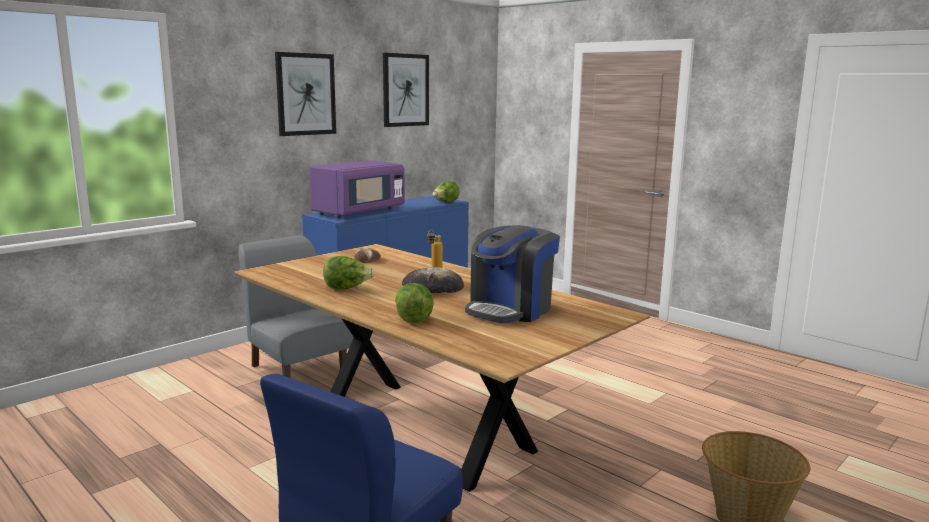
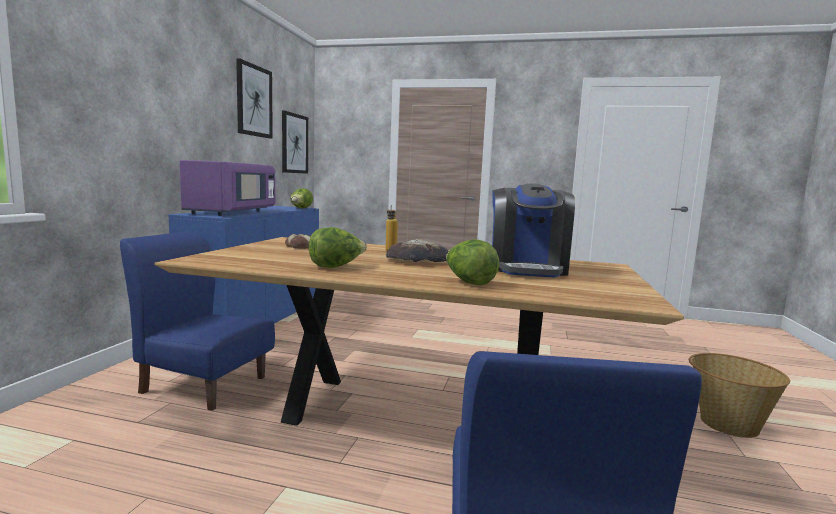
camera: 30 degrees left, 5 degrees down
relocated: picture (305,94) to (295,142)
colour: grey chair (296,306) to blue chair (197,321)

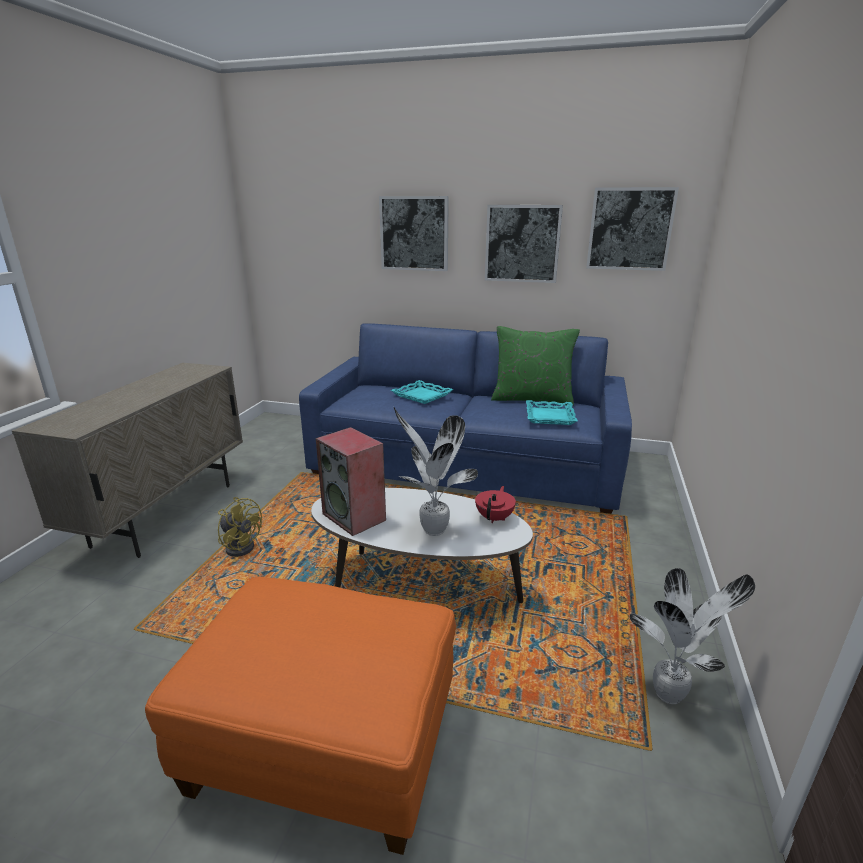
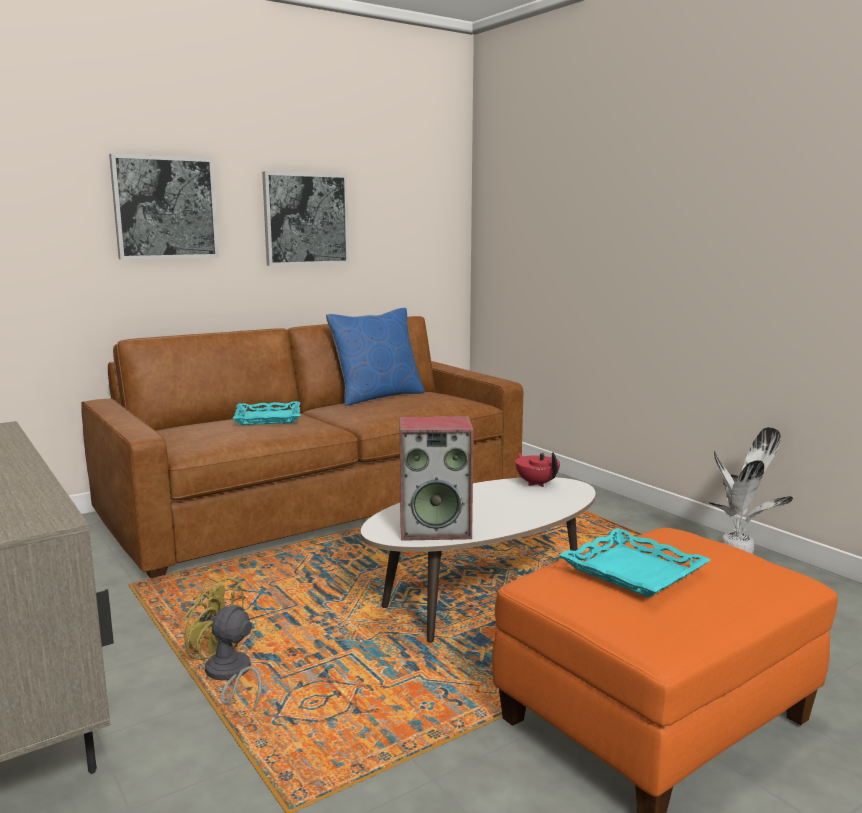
camera: 50 degrees left, 10 degrees down
missing: potted plant (436,471); picture (632,229)
relocated: turquoise tray (552,412) to (635,563)
colour: blue sofa (465,418) to brown sofa (302,447); green pillow (535,366) to blue pillow (375,357)
spun: yellow fan (240,527) = (222,644) 135 degrees counterclockwise

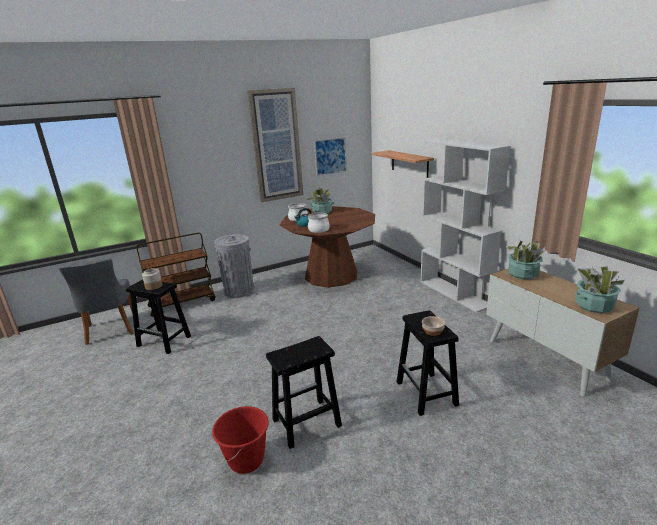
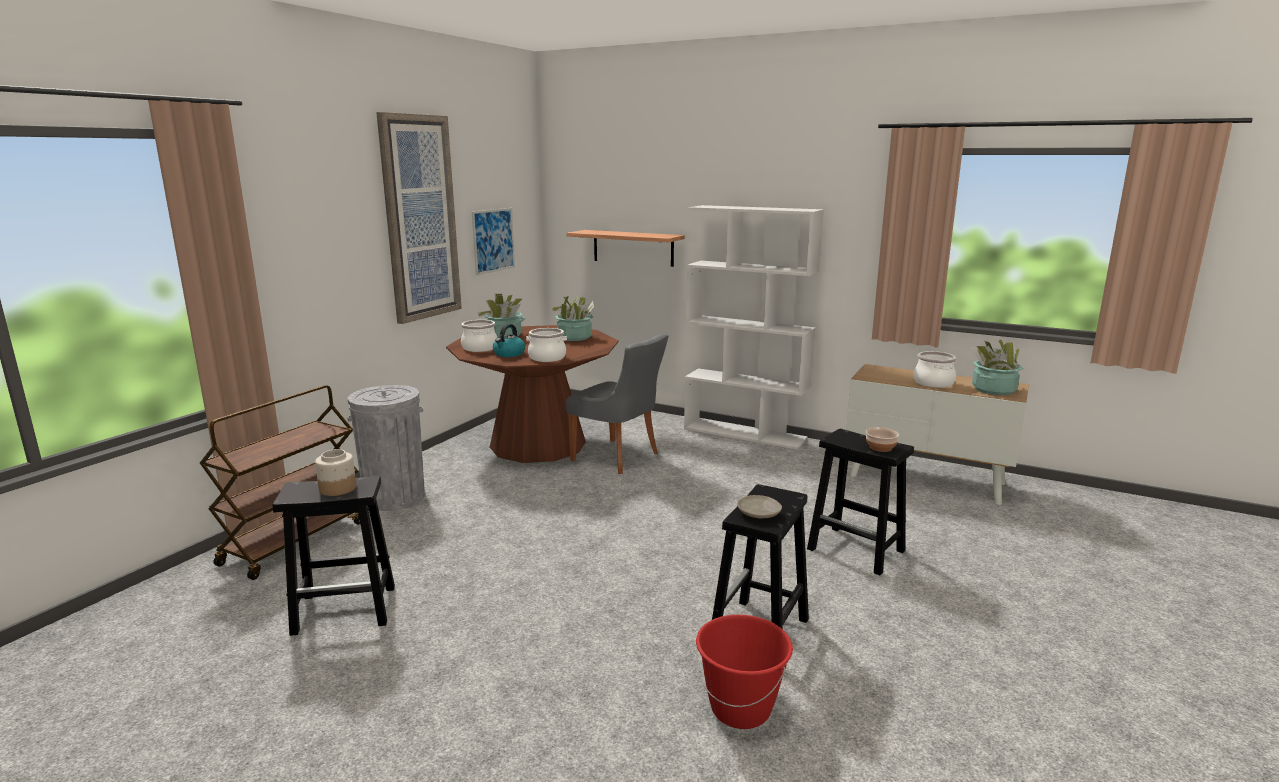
camera: 35 degrees left, 5 degrees down
appeared: beige plate (759,507); cooking pot (935,369)
relocated: potted plant (525,259) to (571,318); grey chair (96,301) to (617,404)

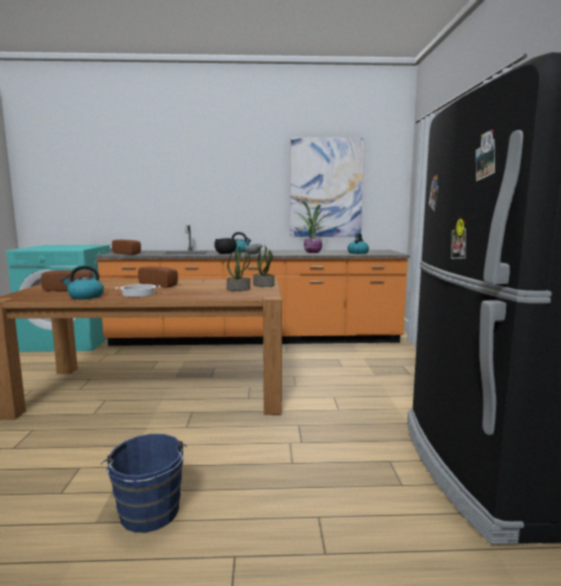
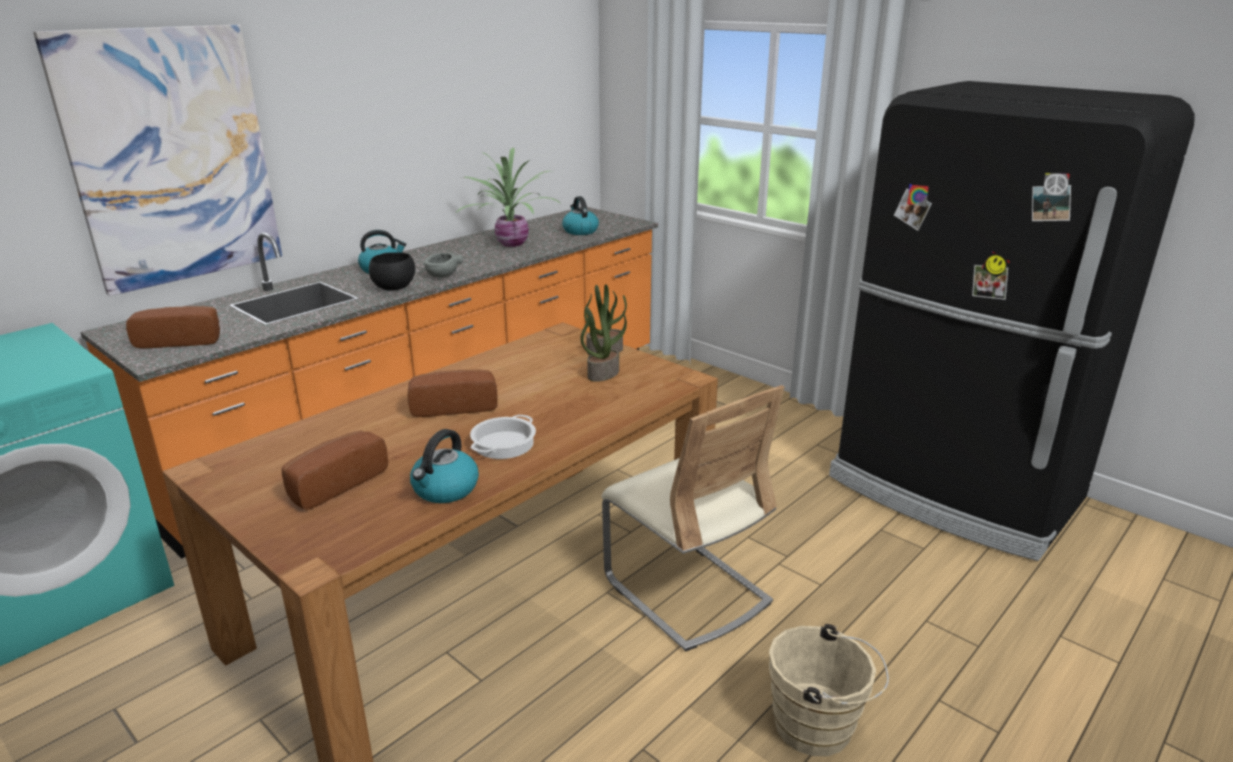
camera: 45 degrees left, 15 degrees up
appeared: beige chair (693,518)
relocated: picture (327,187) to (157,160)
colour: blue bucket (144,483) to beige bucket (829,690)

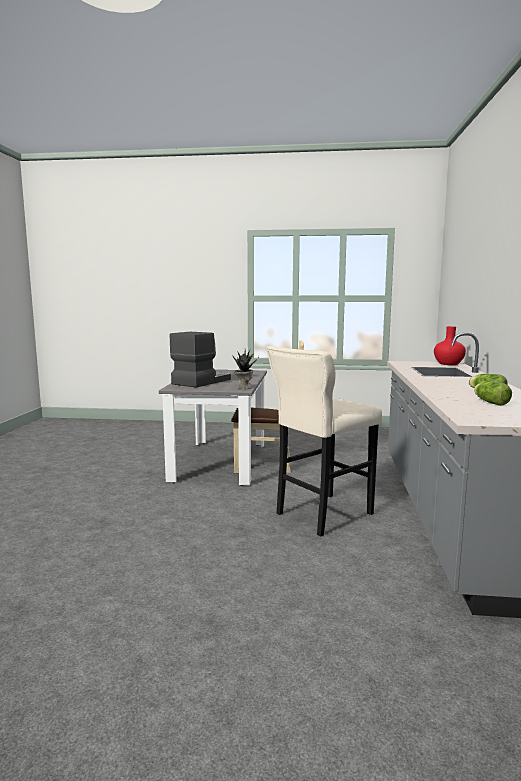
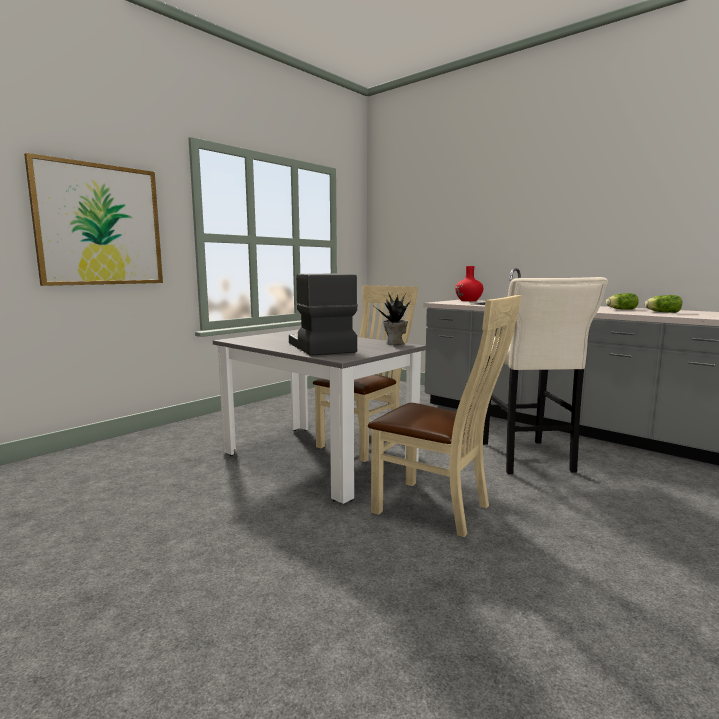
camera: 55 degrees left, 0 degrees up
appeared: picture (93,219); beige chair (445,416)

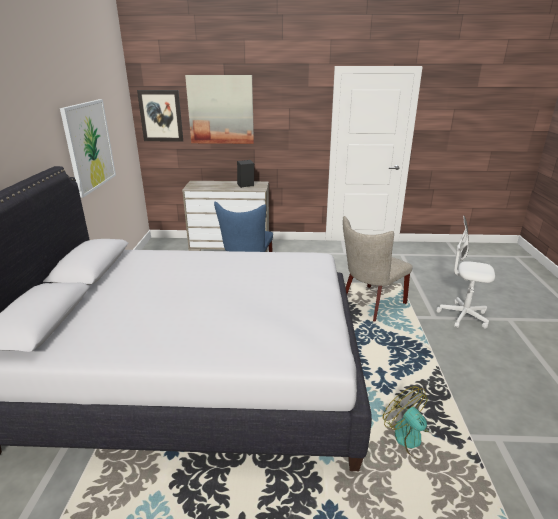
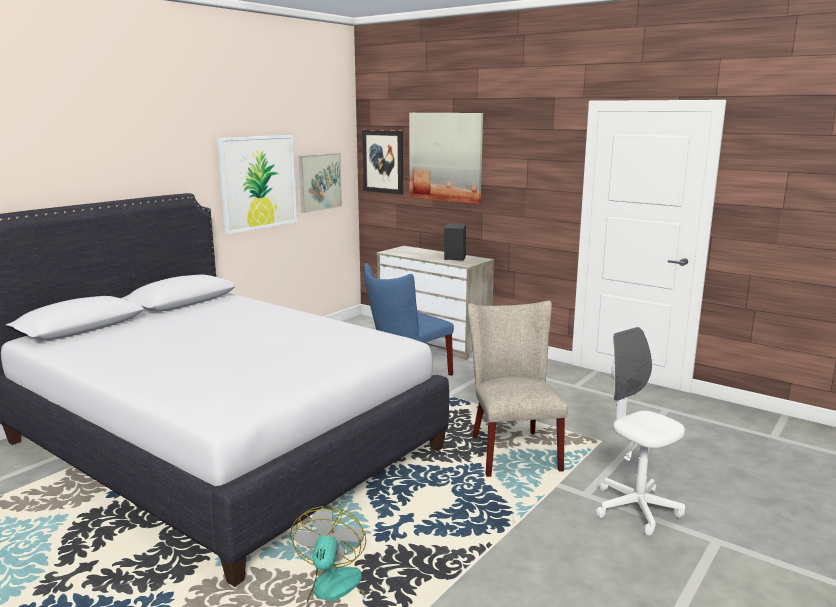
camera: 35 degrees right, 10 degrees down
appeared: picture (320,183)
spun: beige chair (378,269) = (517,389) 90 degrees clockwise

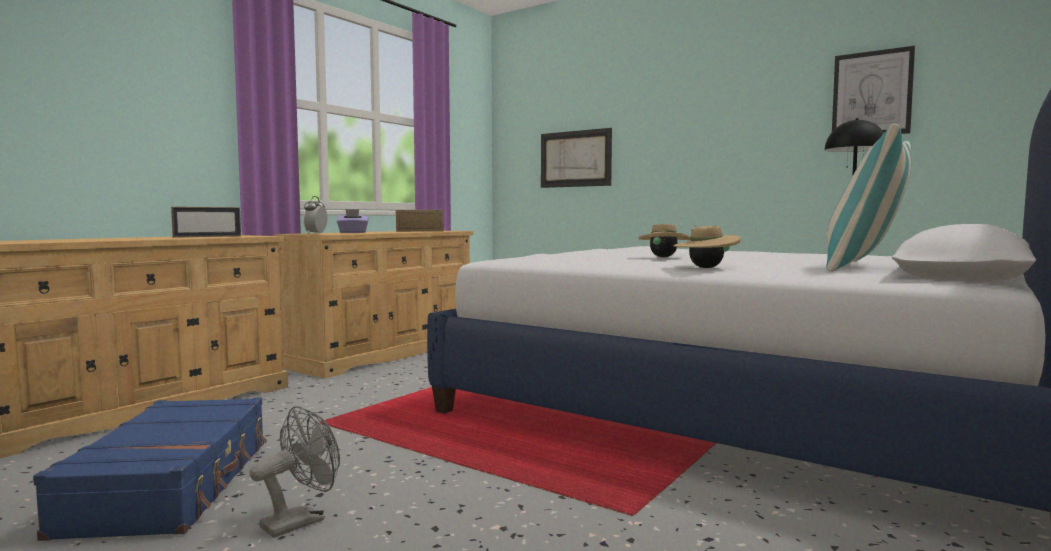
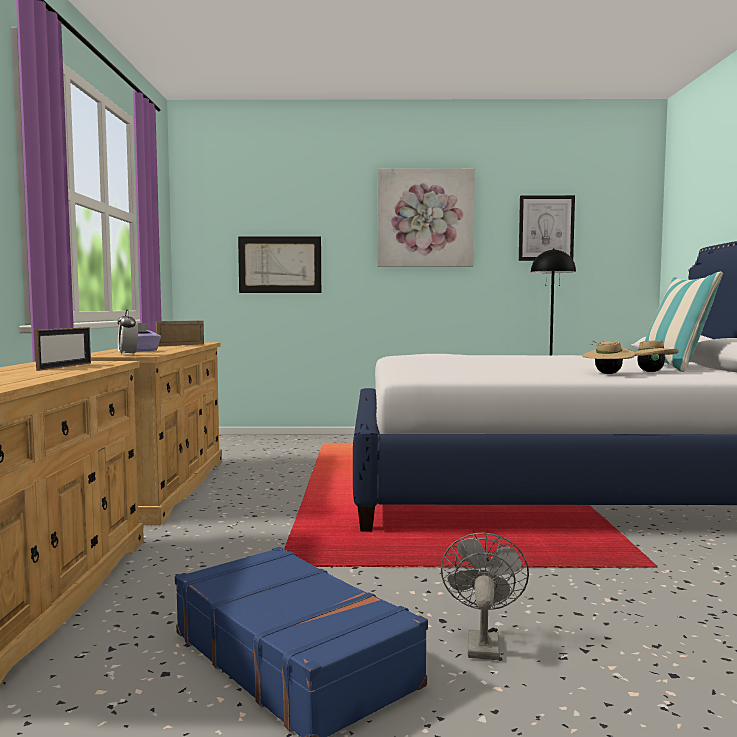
camera: 35 degrees left, 0 degrees up
appeared: picture (426,217)
relocated: beige hat (664,240) to (656,356)

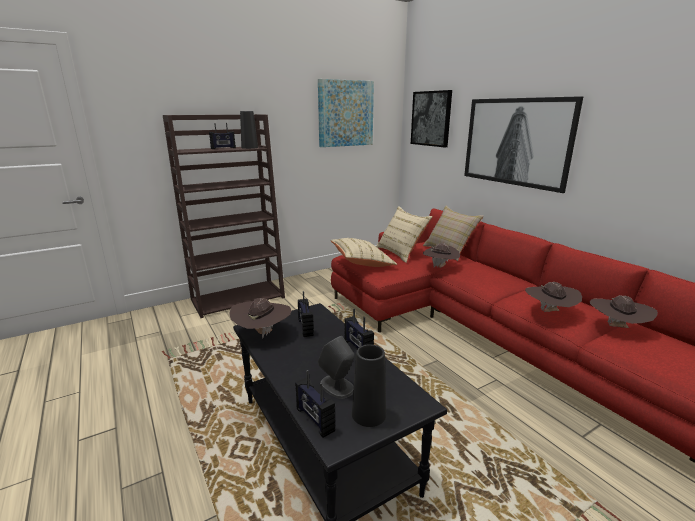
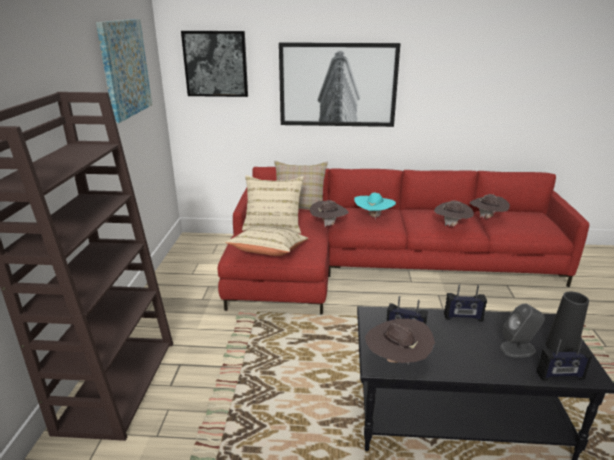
camera: 55 degrees left, 5 degrees up
missing: radio (222,136); black vase (249,130)
appeared: turquoise hat (375,206)

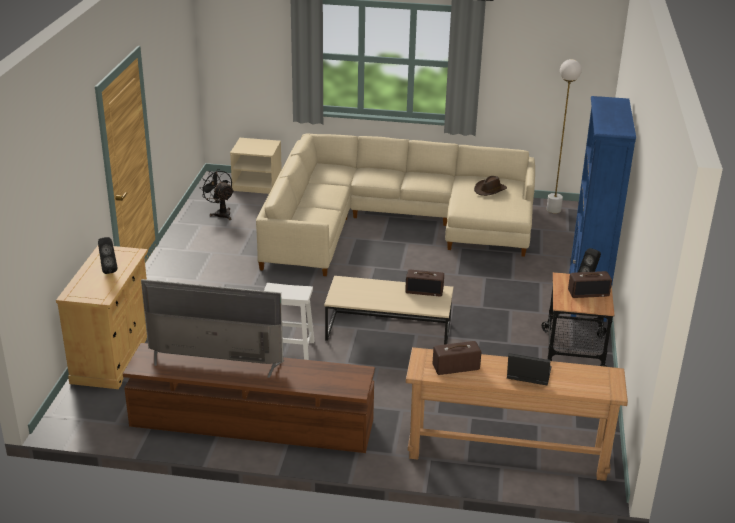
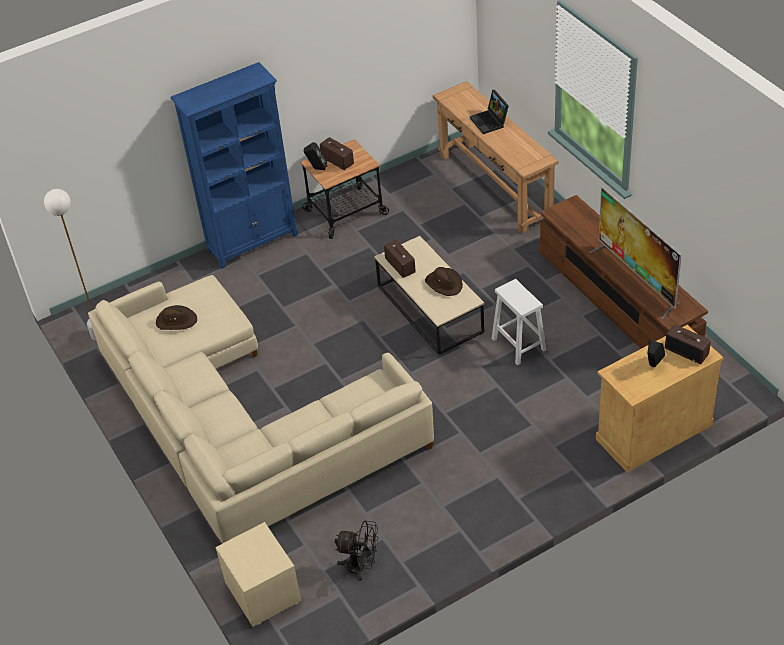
camera: 125 degrees left, 15 degrees up
appeared: brown hat (444,281)
relocated: radio (457,358) to (688,344)
spun: black fan (216,194) = (356,550) 90 degrees counterclockwise

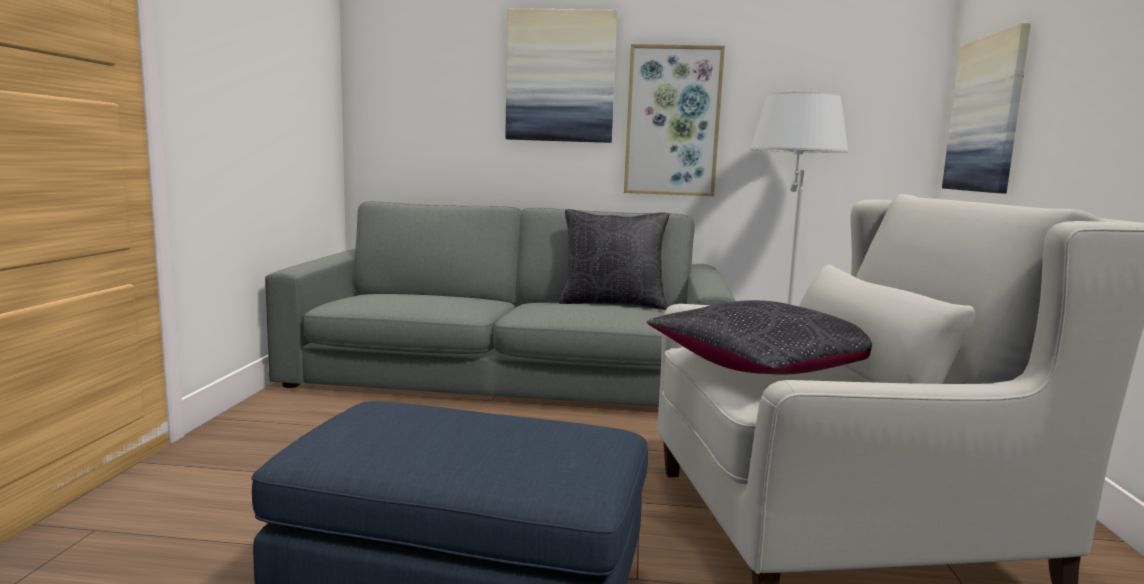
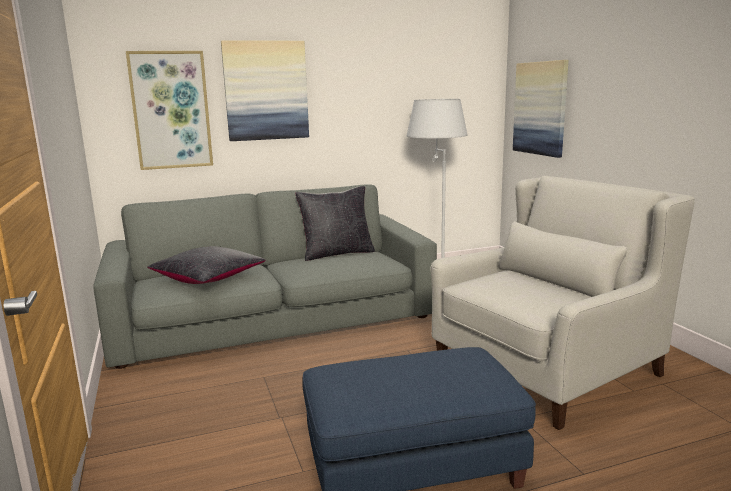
camera: 25 degrees left, 5 degrees up
relocated: picture (674,120) to (169,110); black pillow (759,337) to (206,265)

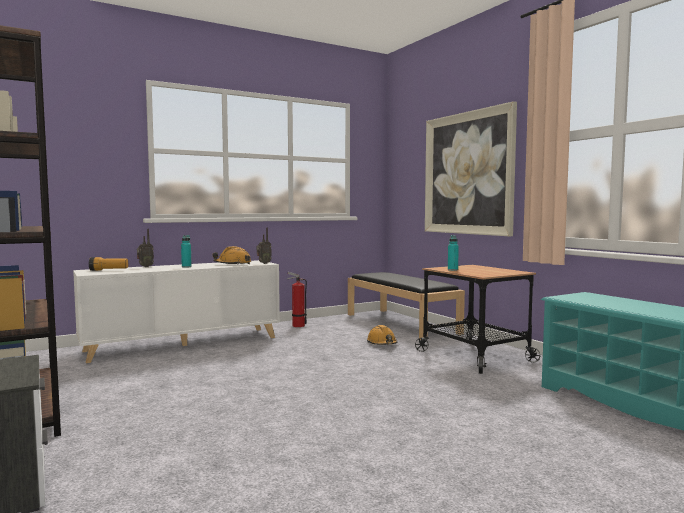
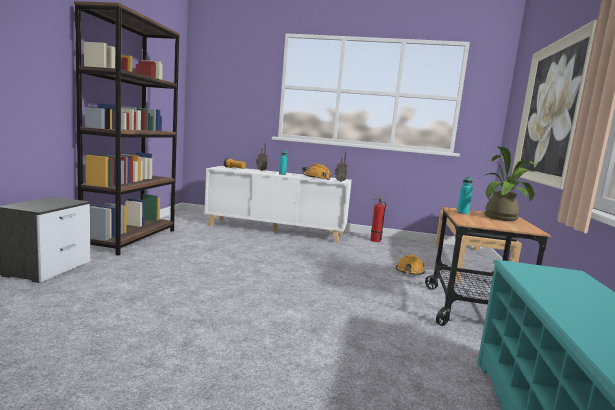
camera: 40 degrees right, 5 degrees up
appeared: potted plant (509,183)

